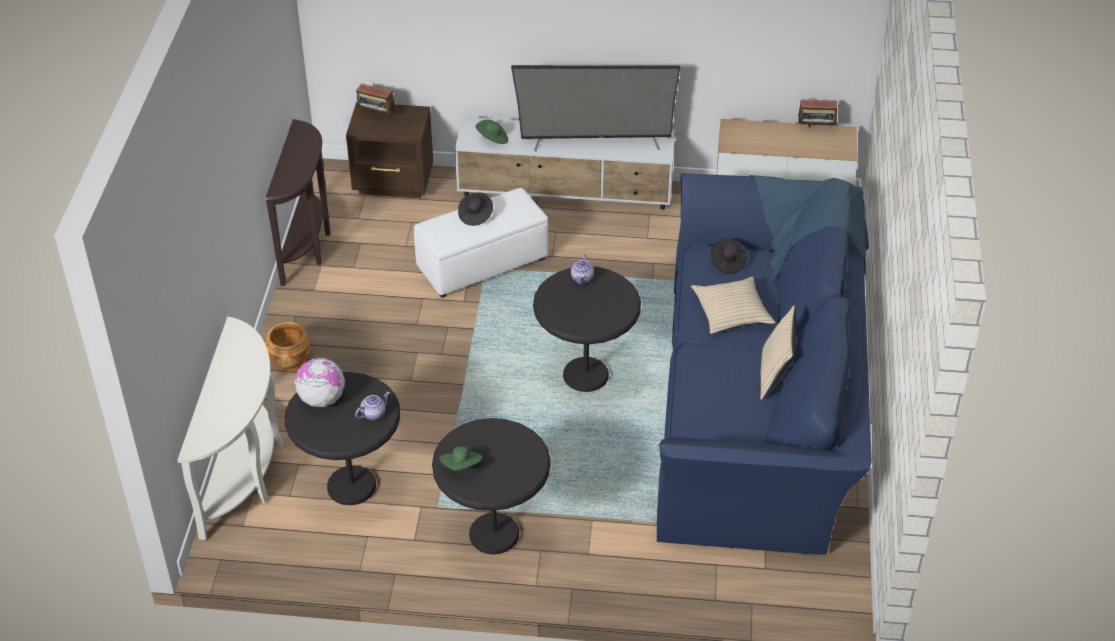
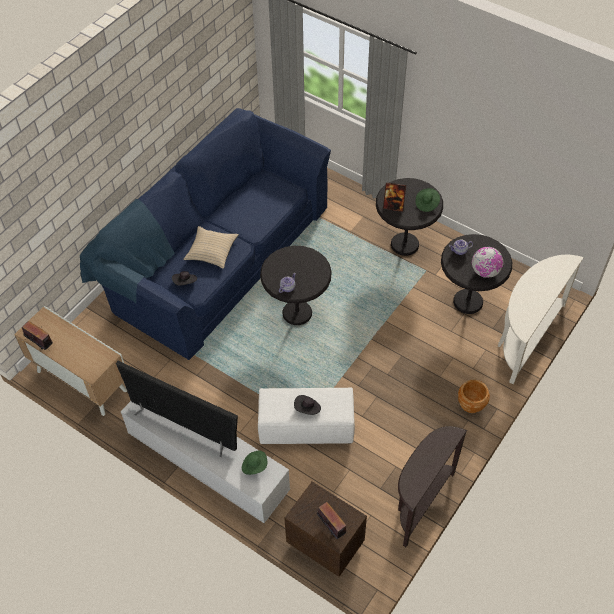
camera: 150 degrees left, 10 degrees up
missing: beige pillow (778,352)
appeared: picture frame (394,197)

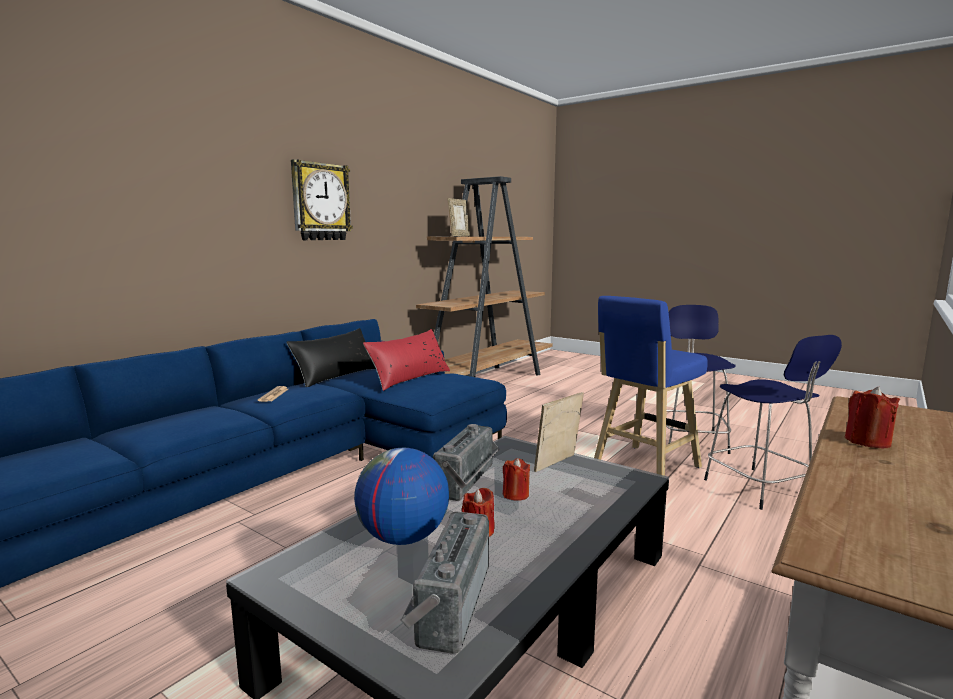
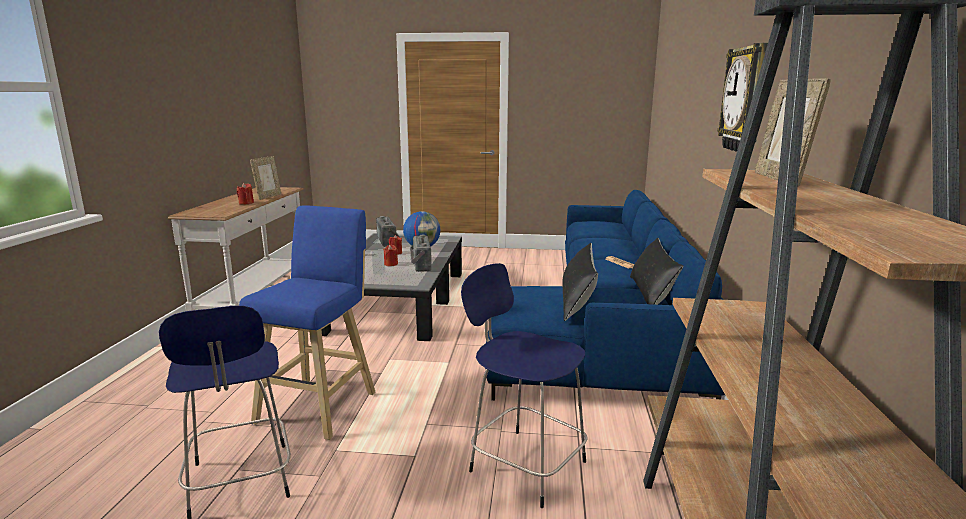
camera: 150 degrees right, 5 degrees up
relocated: picture frame (559,432) to (265,178); blue stool (773,422) to (524,385)
colour: red pillow (406,360) to black pillow (580,282)

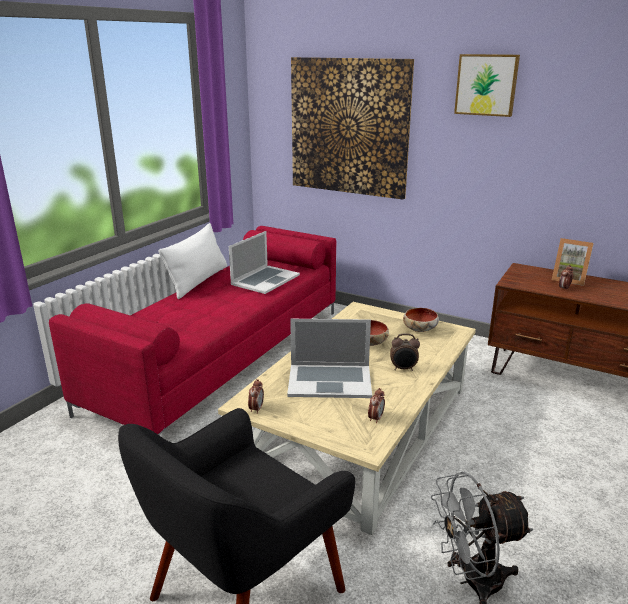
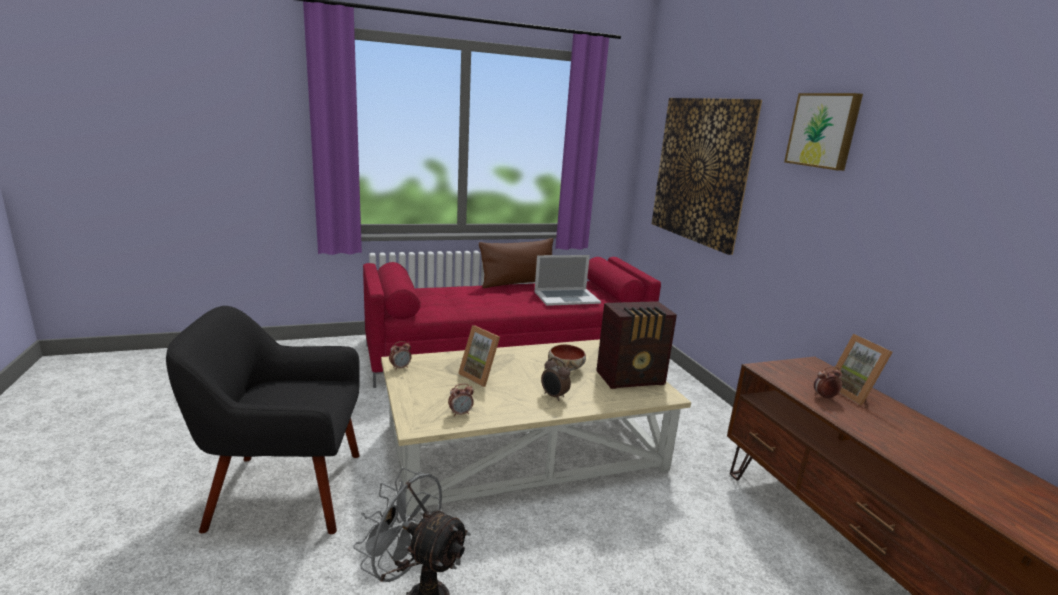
camera: 40 degrees right, 5 degrees down
exchanged: laptop (329,358) to picture frame (479,356); bowl (421,320) to radio (636,345)
colour: white pillow (192,261) to brown pillow (516,263)

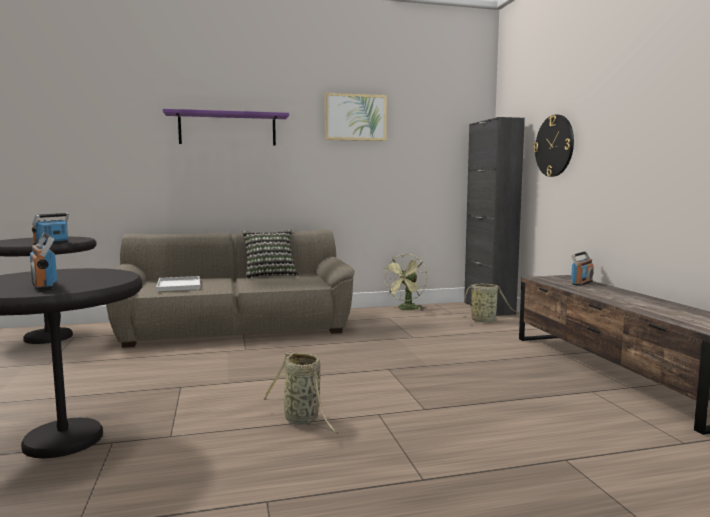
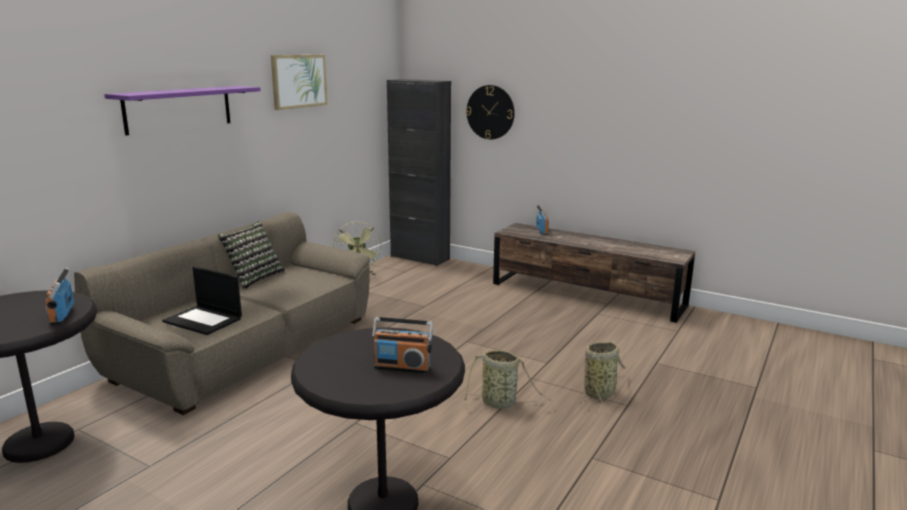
camera: 45 degrees left, 10 degrees up
relocated: basket (491,303) to (602,373)
exchanged: white tray (178,283) to laptop (202,301)

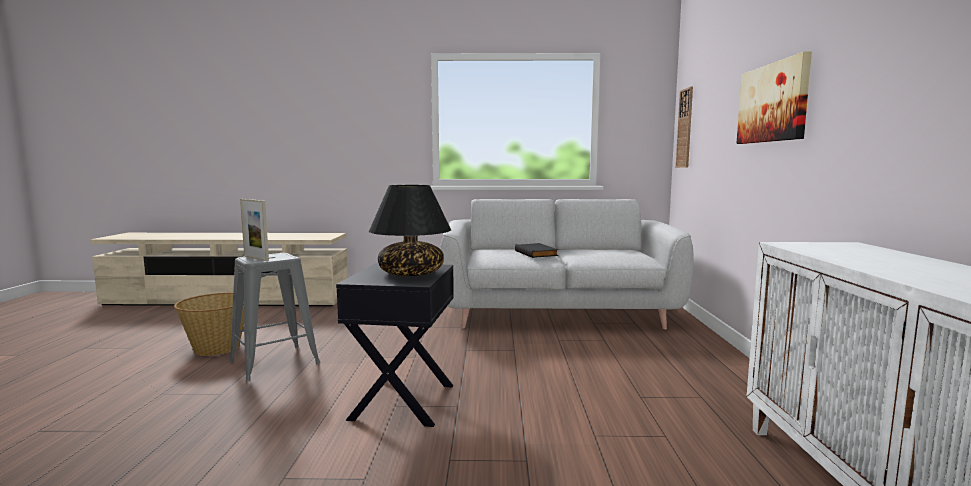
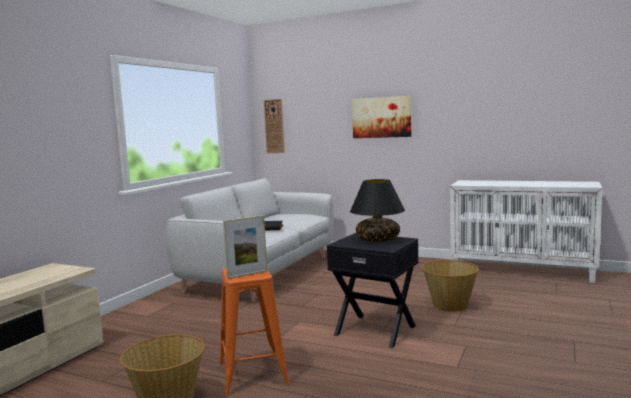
camera: 65 degrees left, 0 degrees up
appeared: basket (450,286)
colour: grey stool (274,317) to orange stool (254,331)

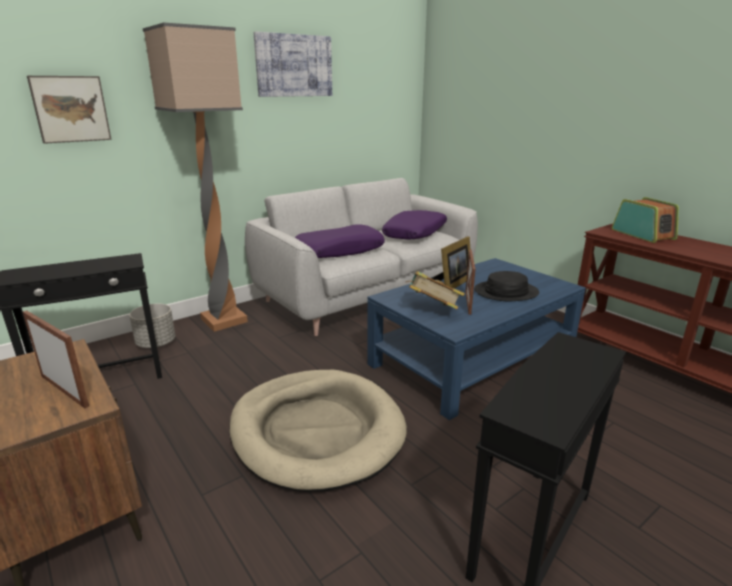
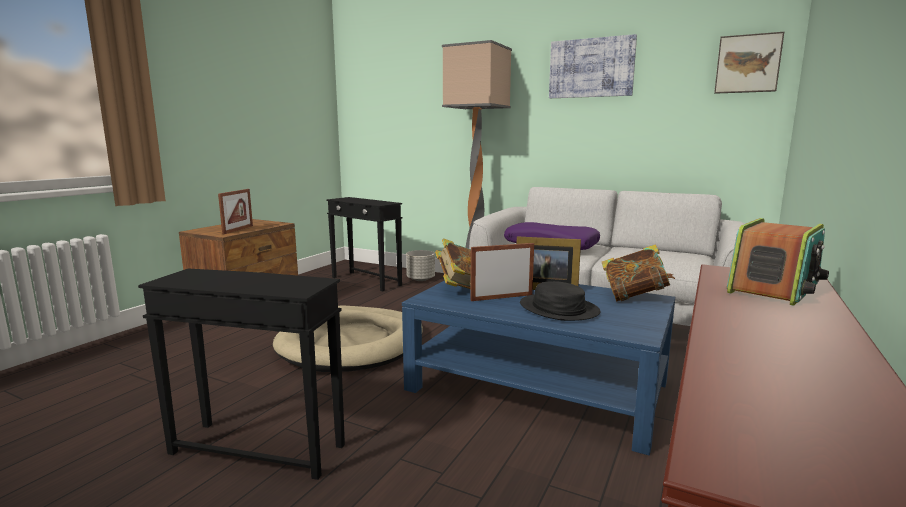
camera: 65 degrees right, 10 degrees down
missing: purple pillow (414,224)
appeared: book (638,272)
relocated: picture (69,110) to (749,63)

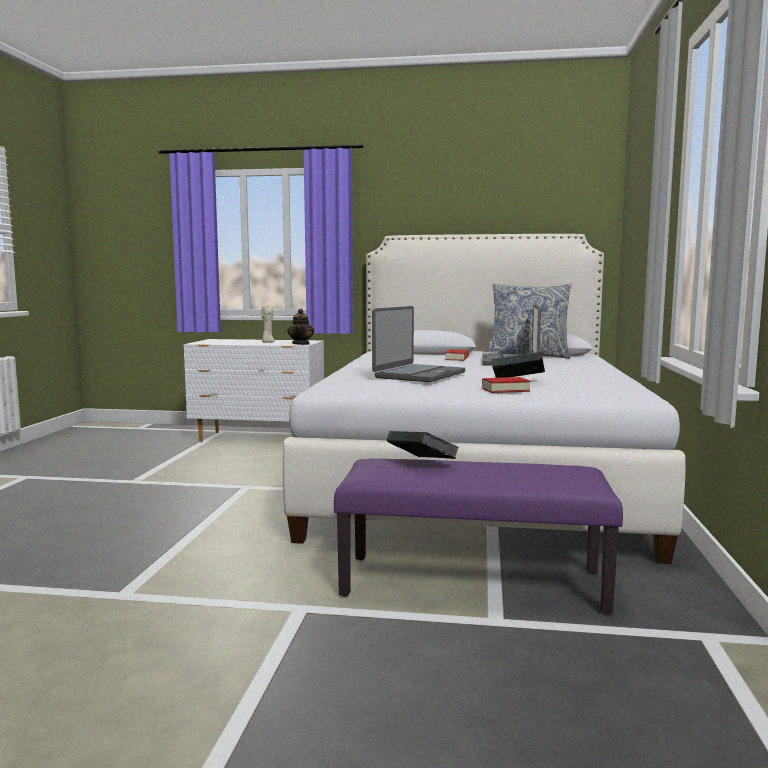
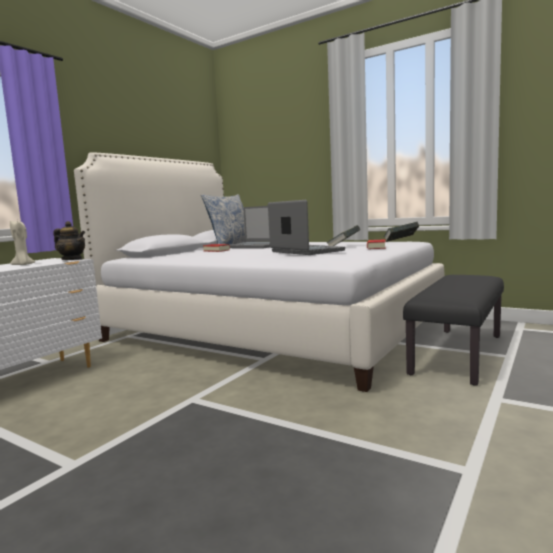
camera: 65 degrees left, 0 degrees up
relocated: book (422,445) to (401,232)
colour: purple bench (478,536) to black bench (453,330)

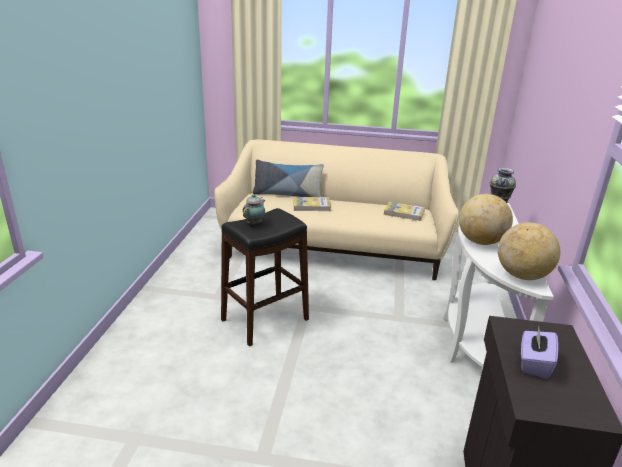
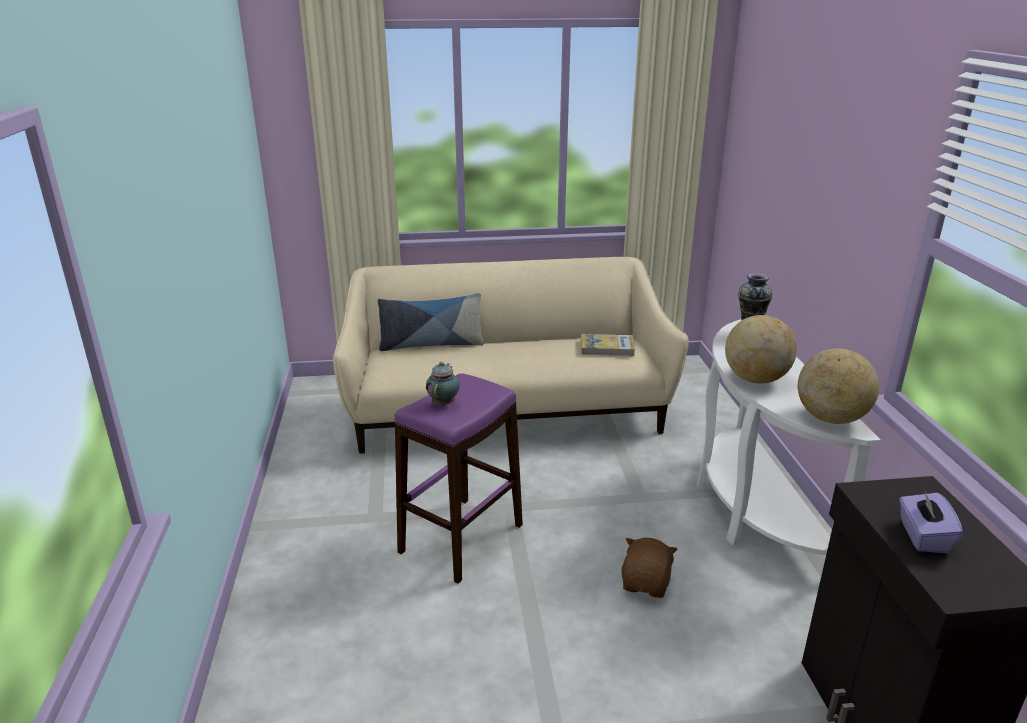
camera: 15 degrees left, 0 degrees up
missing: book (312,204)
appeared: brown plush toy (649,567)
colour: black stool (265,277) to purple stool (459,478)

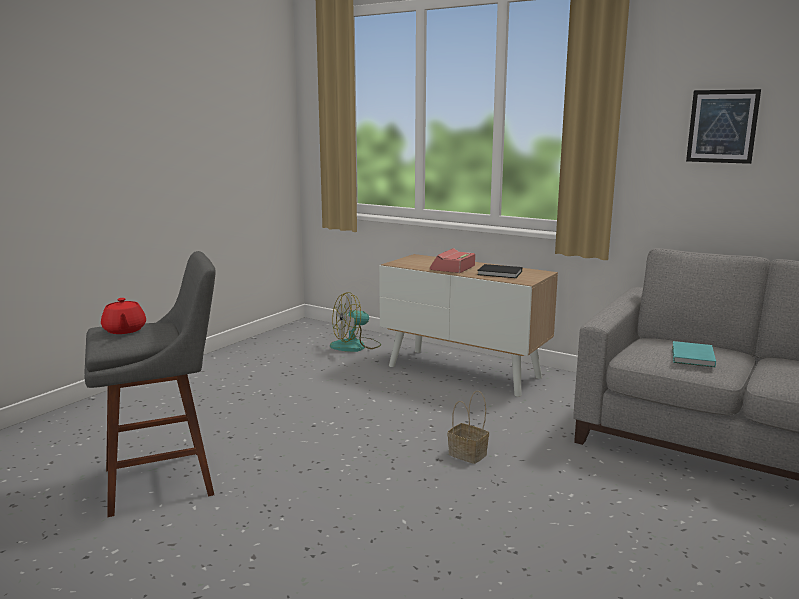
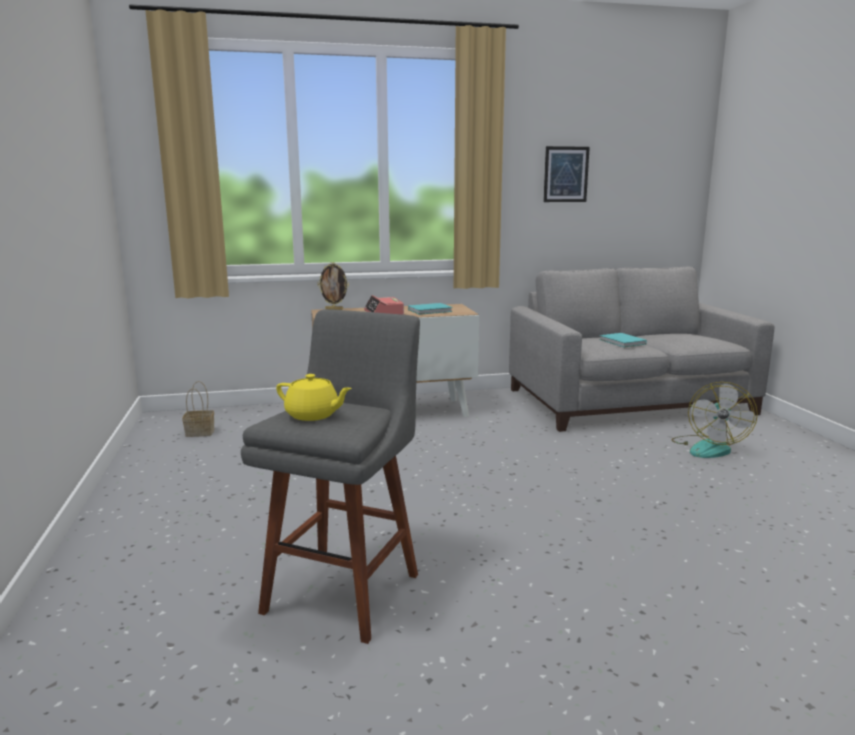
camera: 45 degrees left, 0 degrees up
appeared: picture frame (333,286)
relocated: basket (468,427) to (198,409); fan (355,322) to (714,420)
colour: red teapot (123,316) to yellow teapot (314,397); black book (499,271) to turquoise book (430,309)

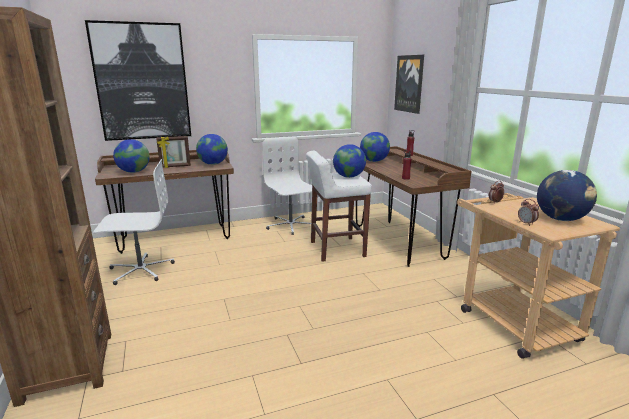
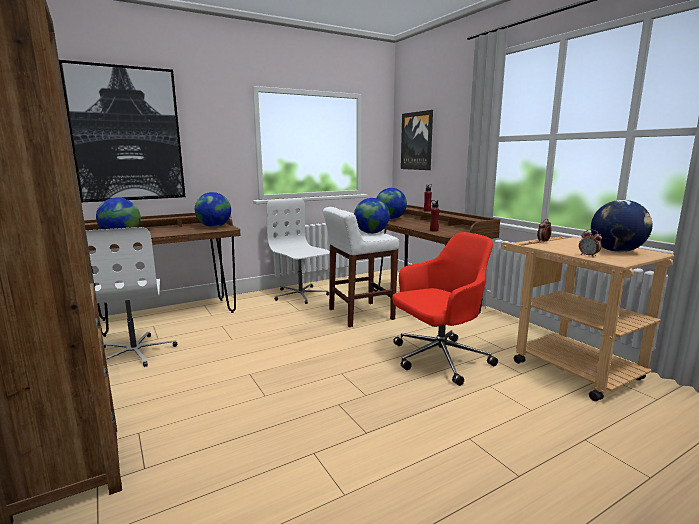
camera: 10 degrees left, 5 degrees down
missing: picture frame (173,152)
appeared: red office chair (445,309)
spun: white office chair (134,222) = (131,297) 90 degrees clockwise

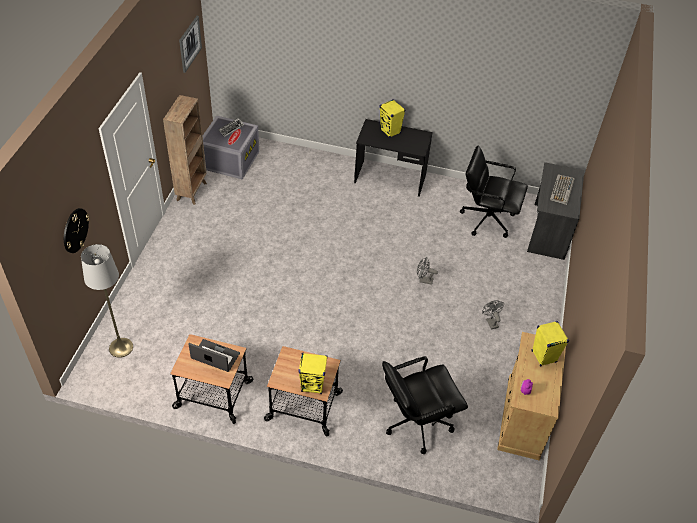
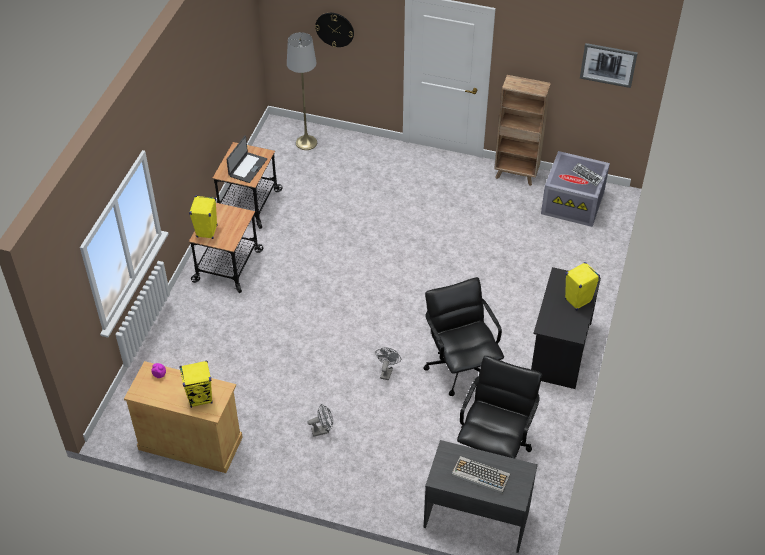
camera: 95 degrees right, 0 degrees up
relocated: black office chair (425,405) to (464,336)

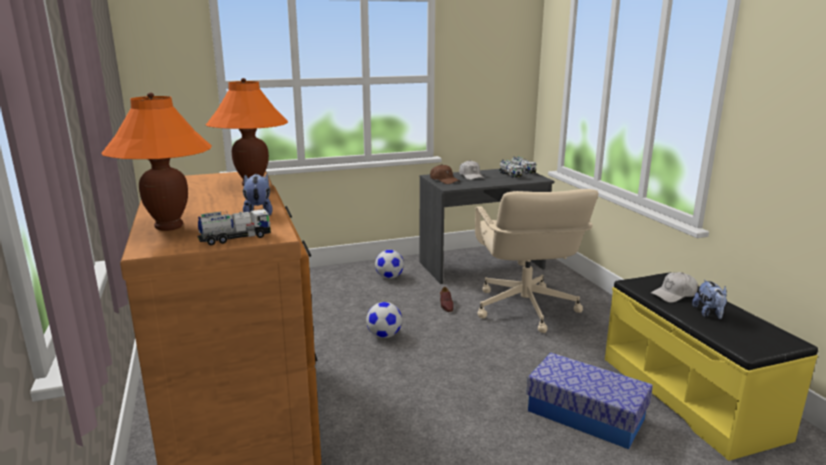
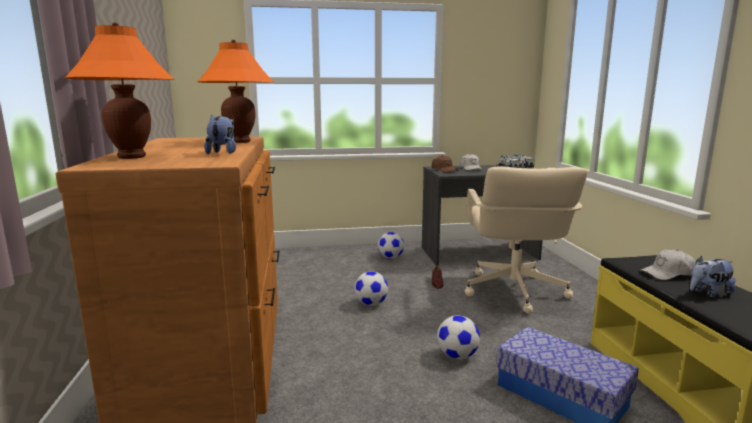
camera: 10 degrees right, 5 degrees down
missing: toy truck (234,227)
appeared: football (458,337)
spun: plush toy (709,299) = (713,277) 60 degrees clockwise

